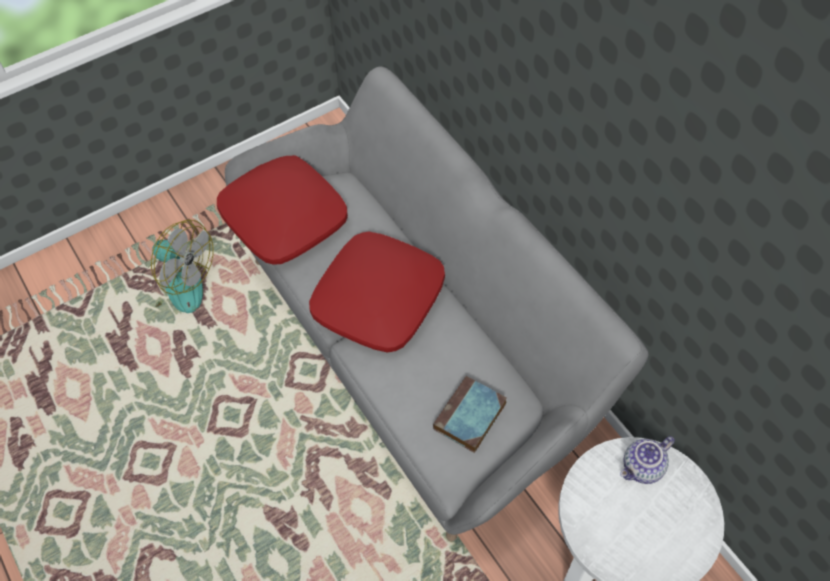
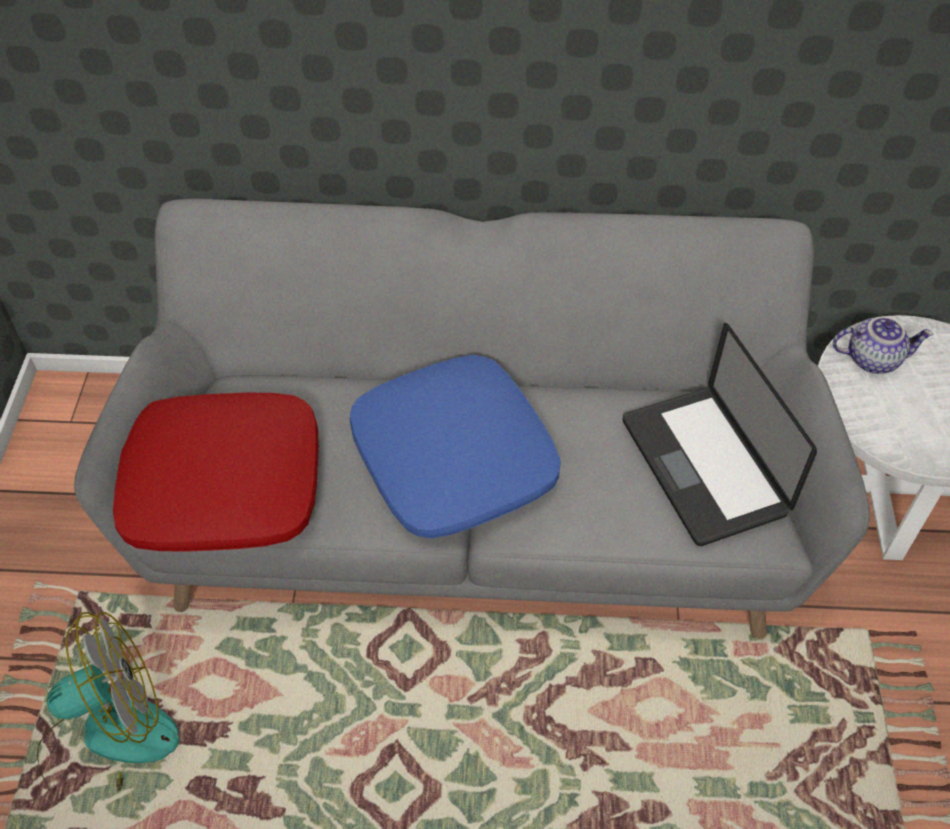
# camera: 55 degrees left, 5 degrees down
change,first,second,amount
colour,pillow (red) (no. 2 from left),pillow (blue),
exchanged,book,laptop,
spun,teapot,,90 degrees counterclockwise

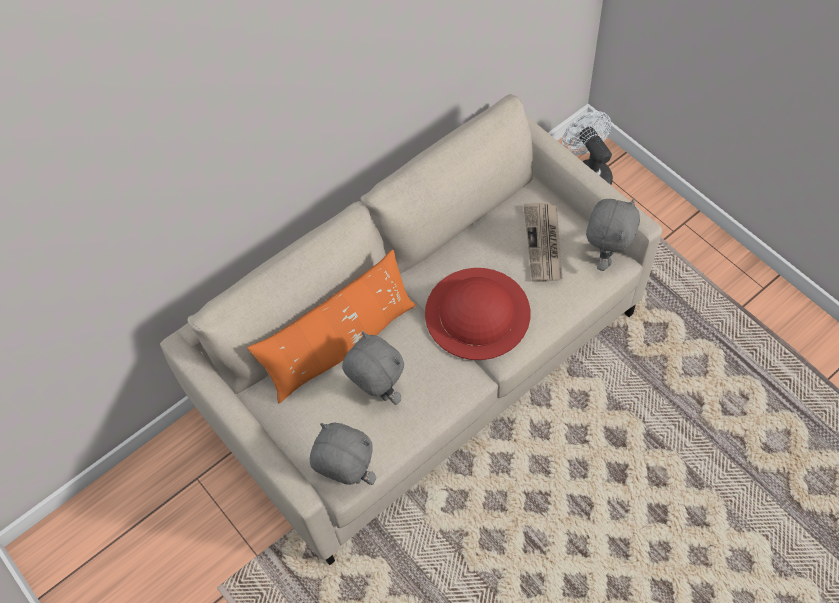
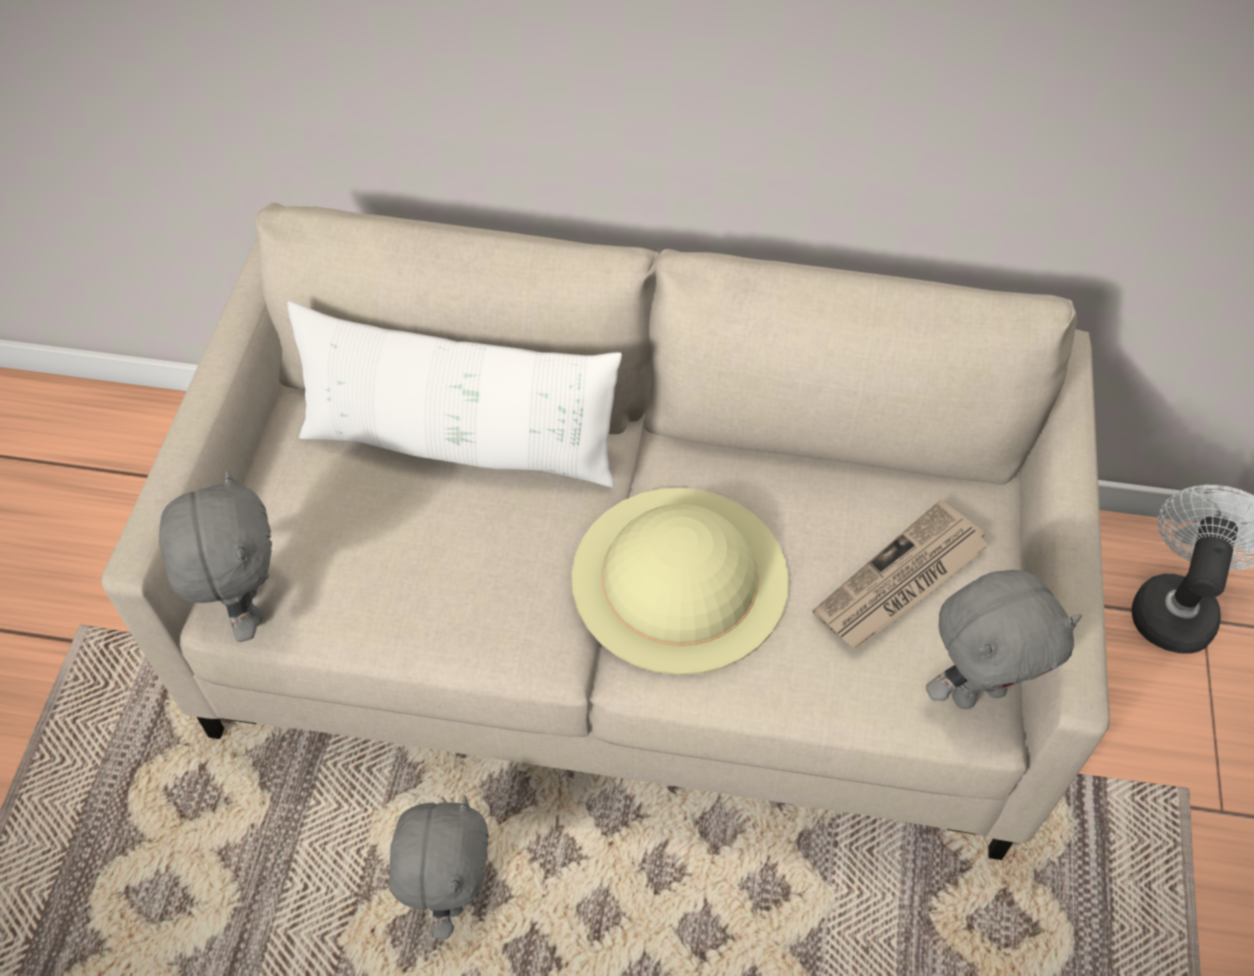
# camera: 45 degrees right, 5 degrees down
change,first,second,amount
colour,pillow (orange),pillow (white),
relocated,plush toy (grey) (no. 2 from left),,
colour,hat (red),hat (beige),

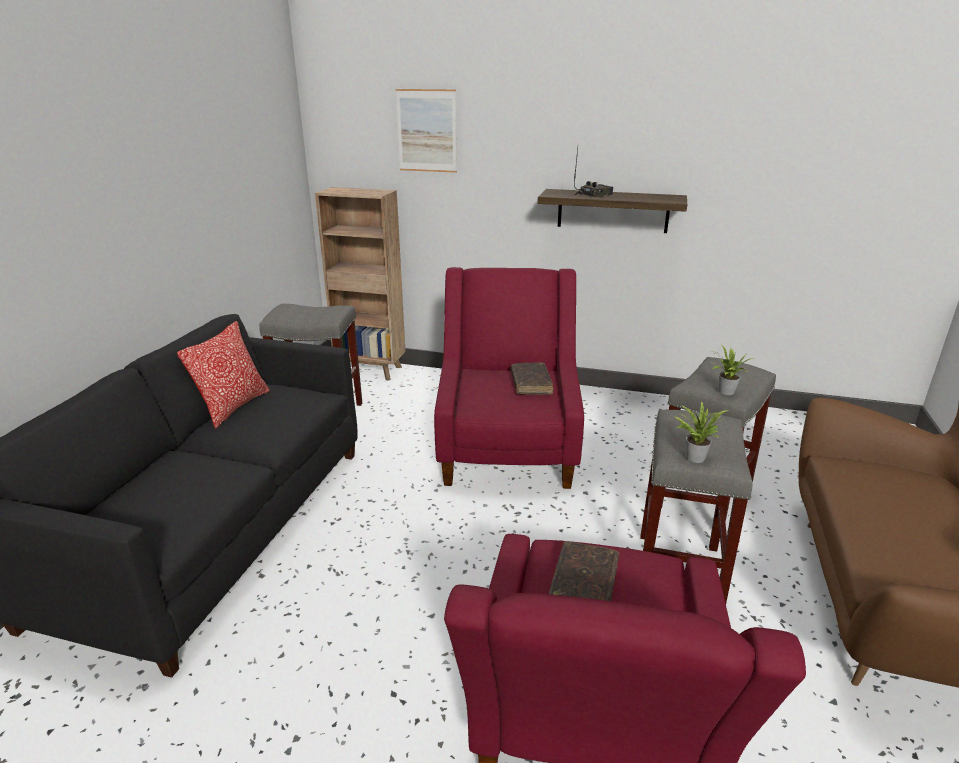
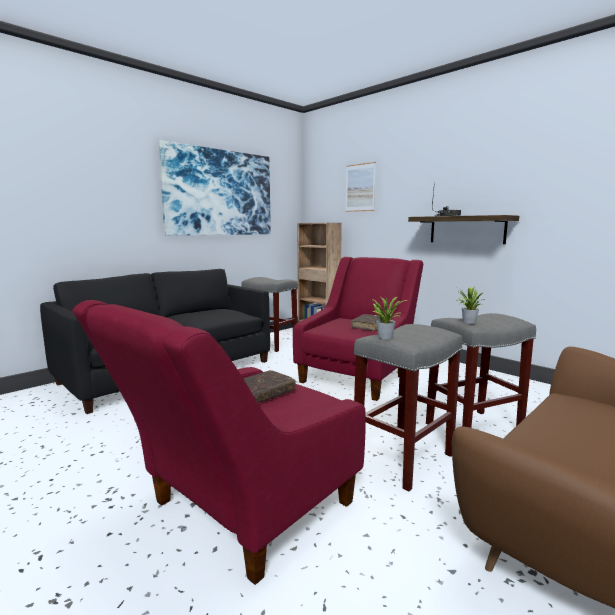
# camera: 30 degrees right, 15 degrees down
change,first,second,amount
appeared,,picture (no. 1 from left),
missing,pillow,,

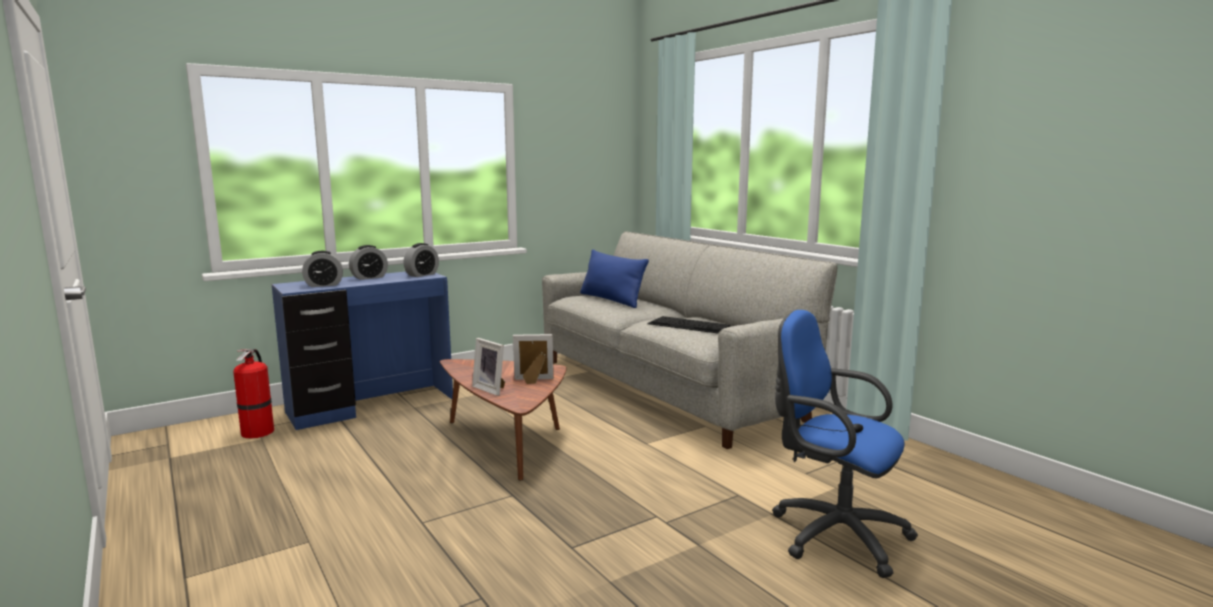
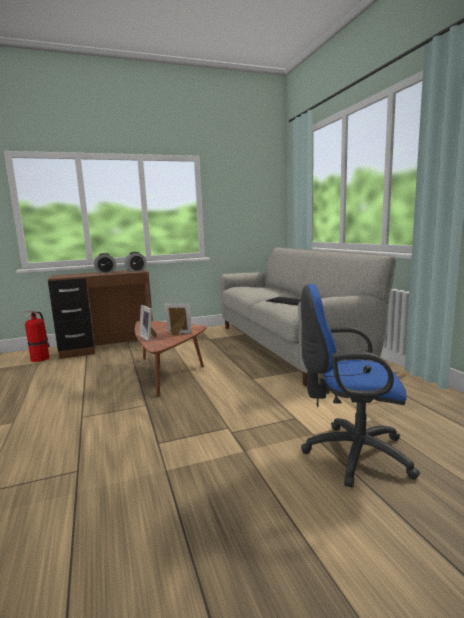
# camera: 15 degrees right, 0 degrees up
change,first,second,amount
colour,desk (blue),desk (brown),
spun,office chair (blue),,45 degrees counterclockwise
missing,alarm clock (no. 1 from left),,
missing,pillow (blue),,

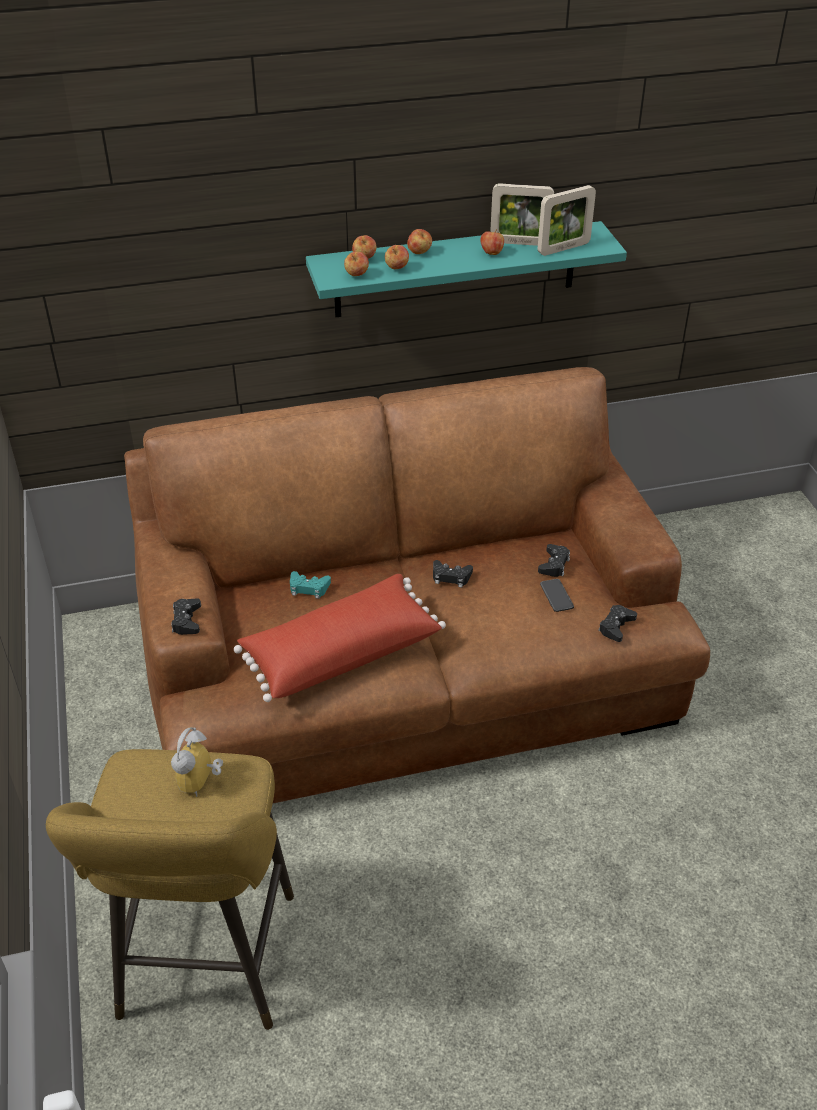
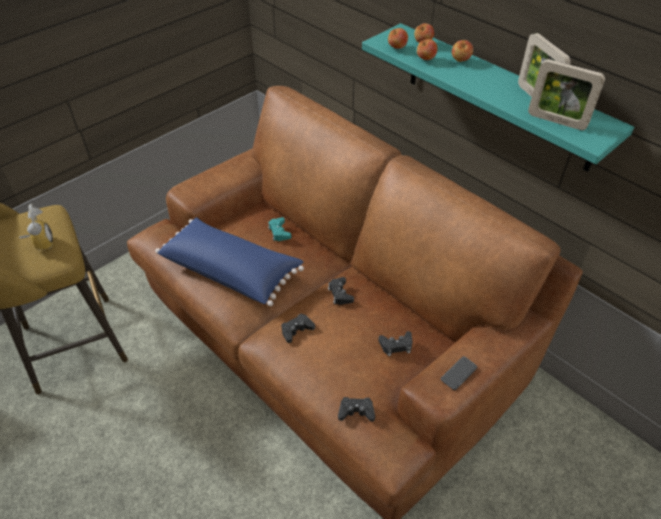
# camera: 60 degrees right, 5 degrees up
change,first,second,amount
spun,alarm clock,,90 degrees clockwise
colour,pillow (red),pillow (blue),
relocated,game controller (black) (no. 1 from left),,
relocated,phone,,
missing,apple (no. 5 from left),,

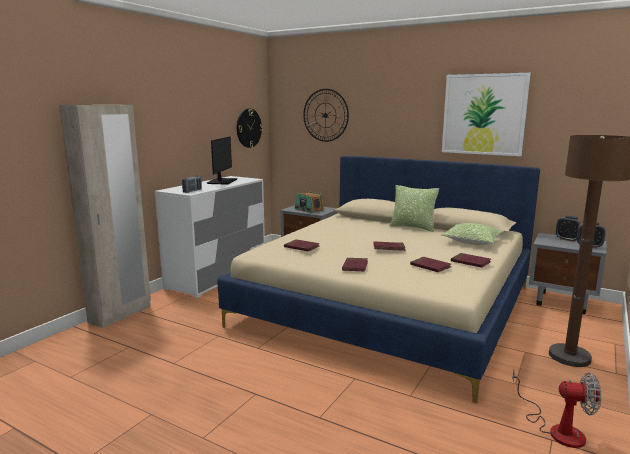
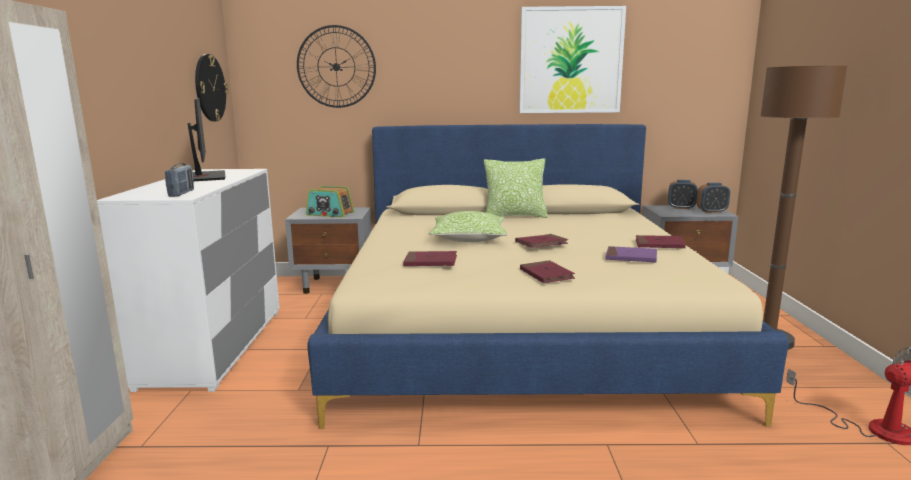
# camera: 30 degrees left, 0 degrees up
change,first,second,amount
relocated,pillow (no. 2 from left in the first image),pillow (no. 1 from left),
colour,book (red) (no. 4 from left),book (purple),

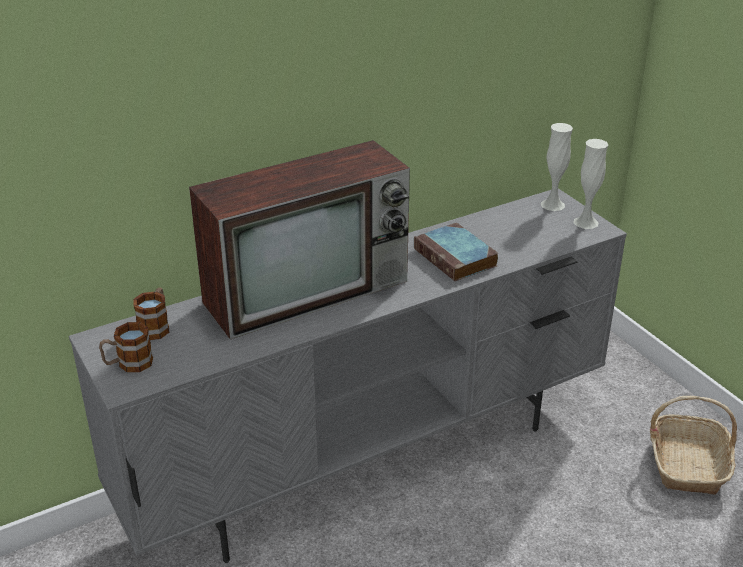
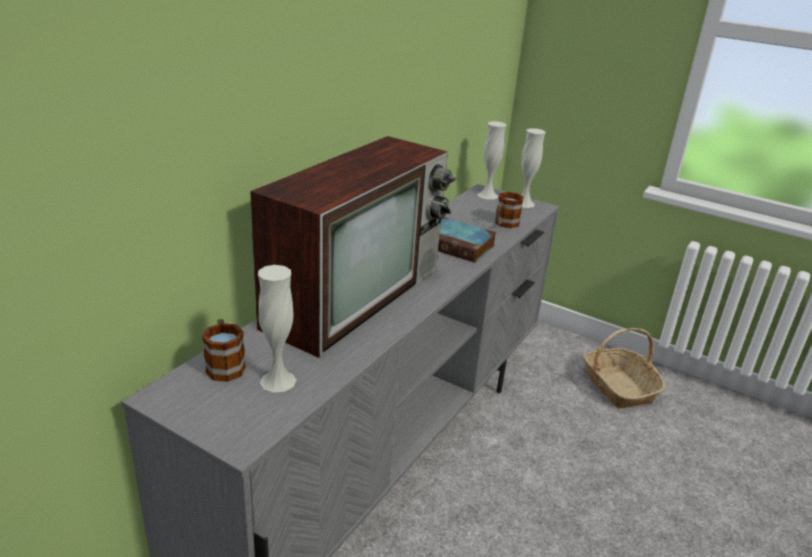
# camera: 30 degrees left, 5 degrees down
change,first,second,amount
appeared,,vase (white) (no. 1 from left),
relocated,mug (no. 1 from left in the first image),mug (no. 2 from left),

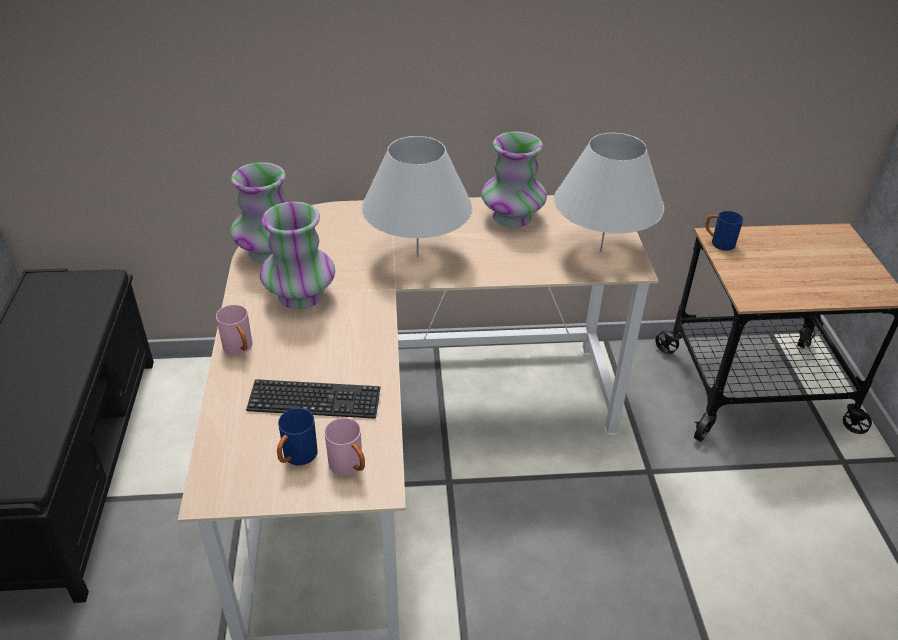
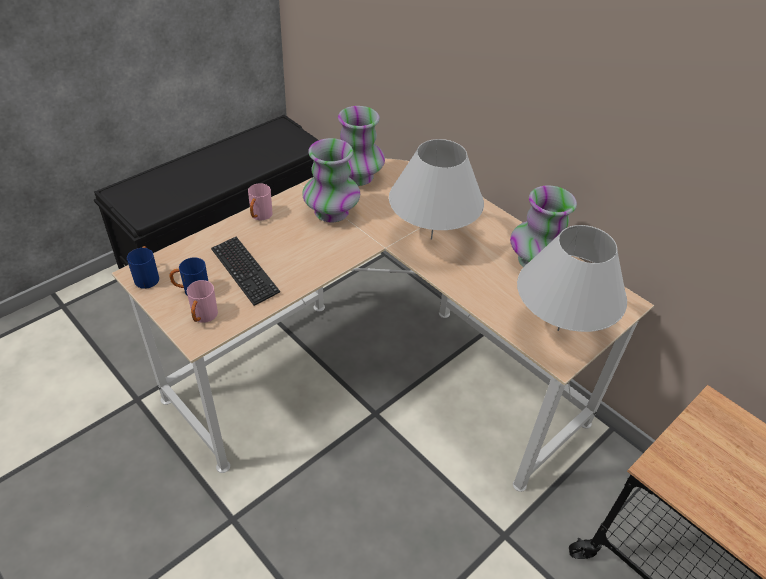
# camera: 50 degrees right, 5 degrees up
change,first,second,amount
relocated,mug (blue) (no. 2 from left in the first image),mug (blue) (no. 1 from left),

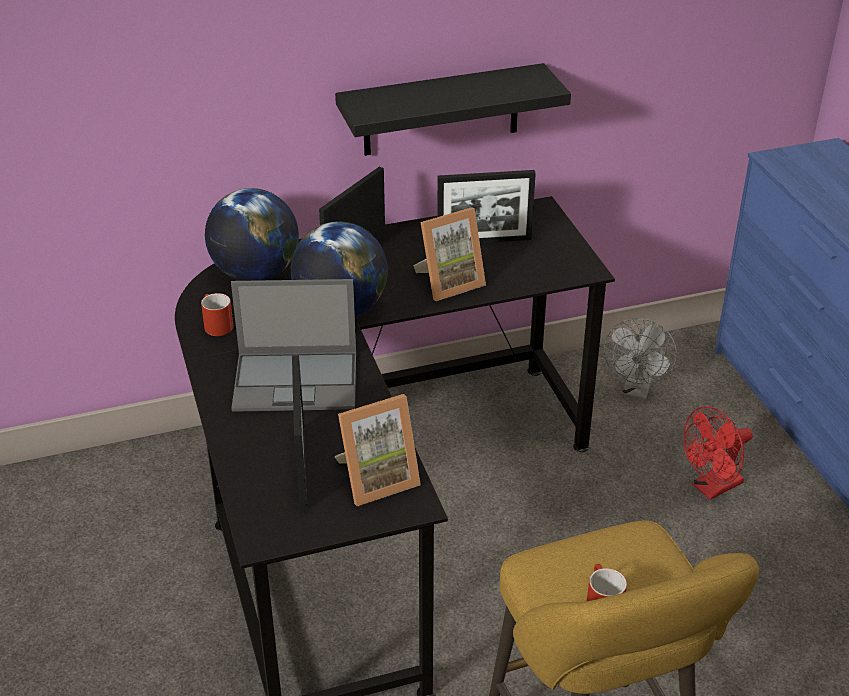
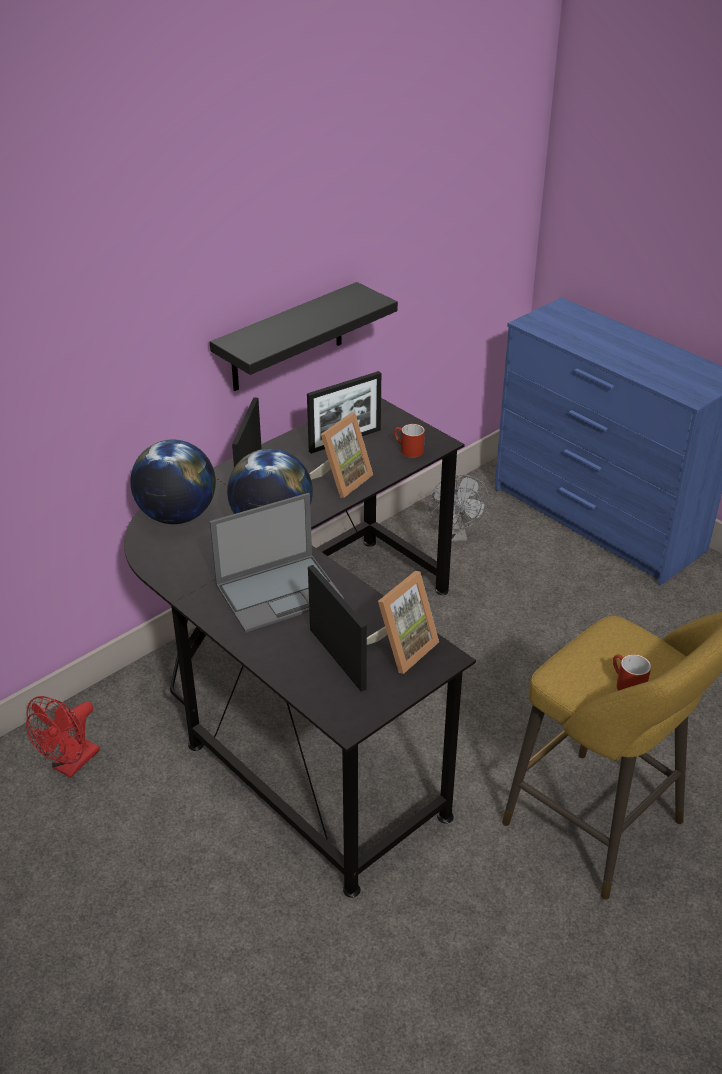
# camera: 25 degrees left, 0 degrees up
change,first,second,amount
relocated,fan (red),,
relocated,mug (red) (no. 1 from left),,

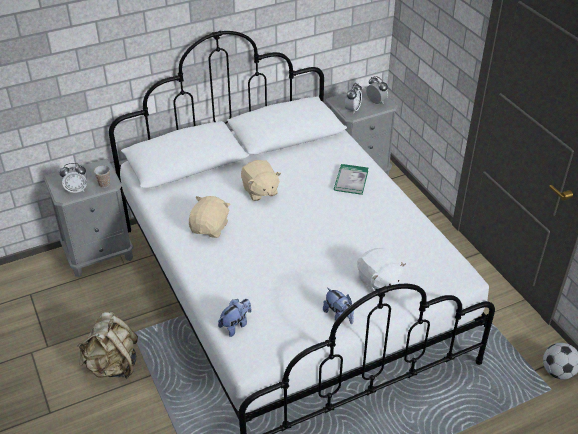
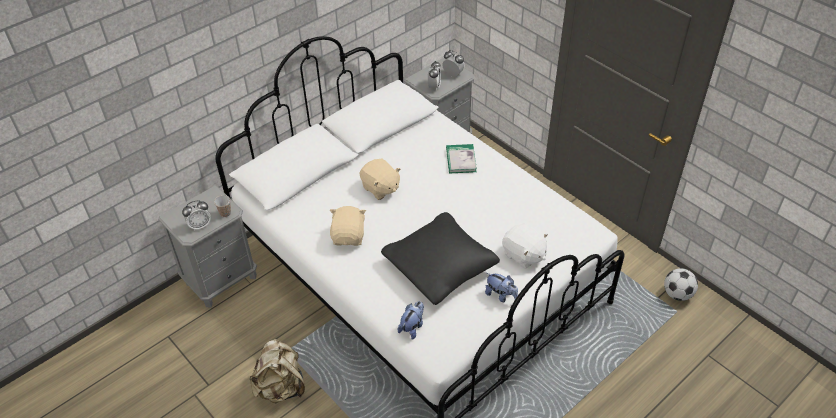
# camera: 15 degrees left, 5 degrees up
change,first,second,amount
appeared,,pillow (black),

